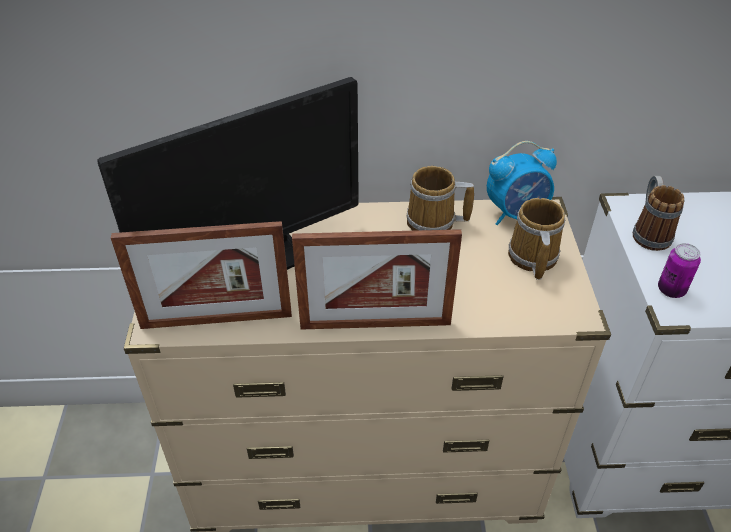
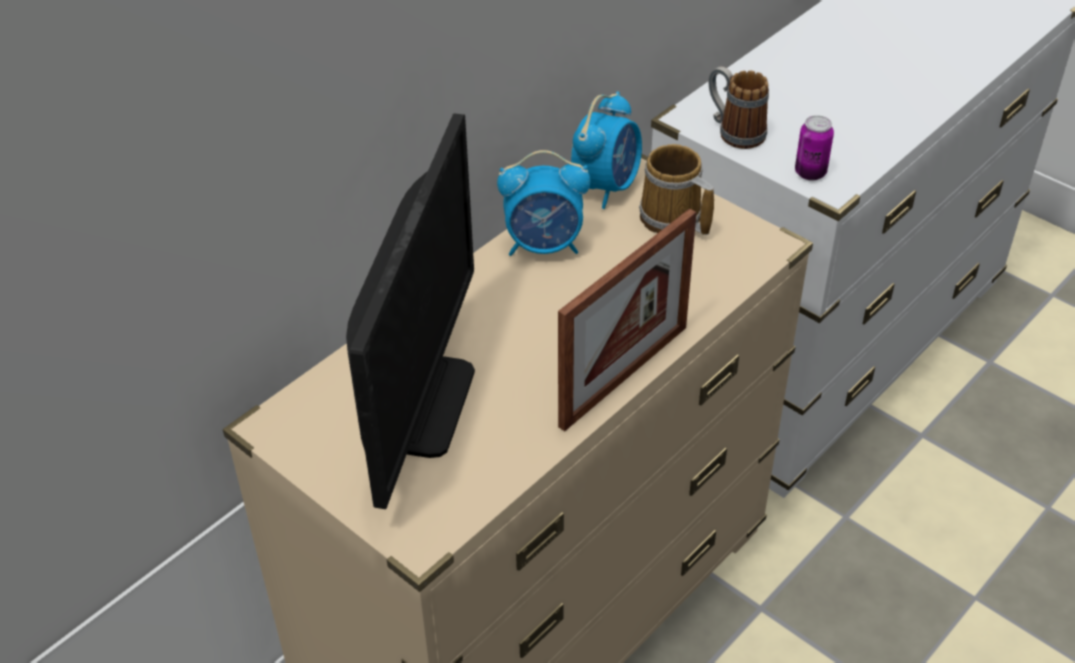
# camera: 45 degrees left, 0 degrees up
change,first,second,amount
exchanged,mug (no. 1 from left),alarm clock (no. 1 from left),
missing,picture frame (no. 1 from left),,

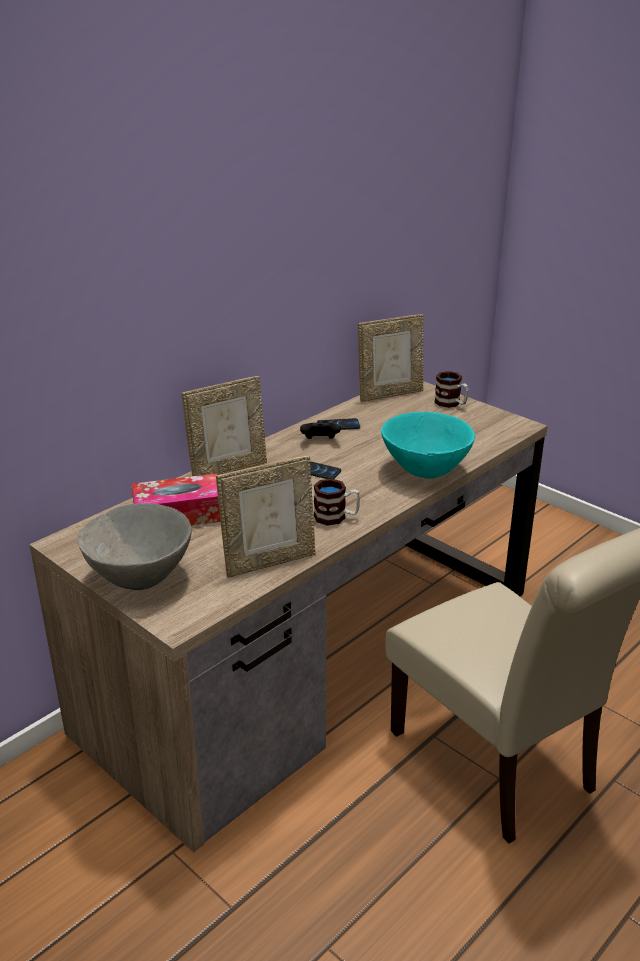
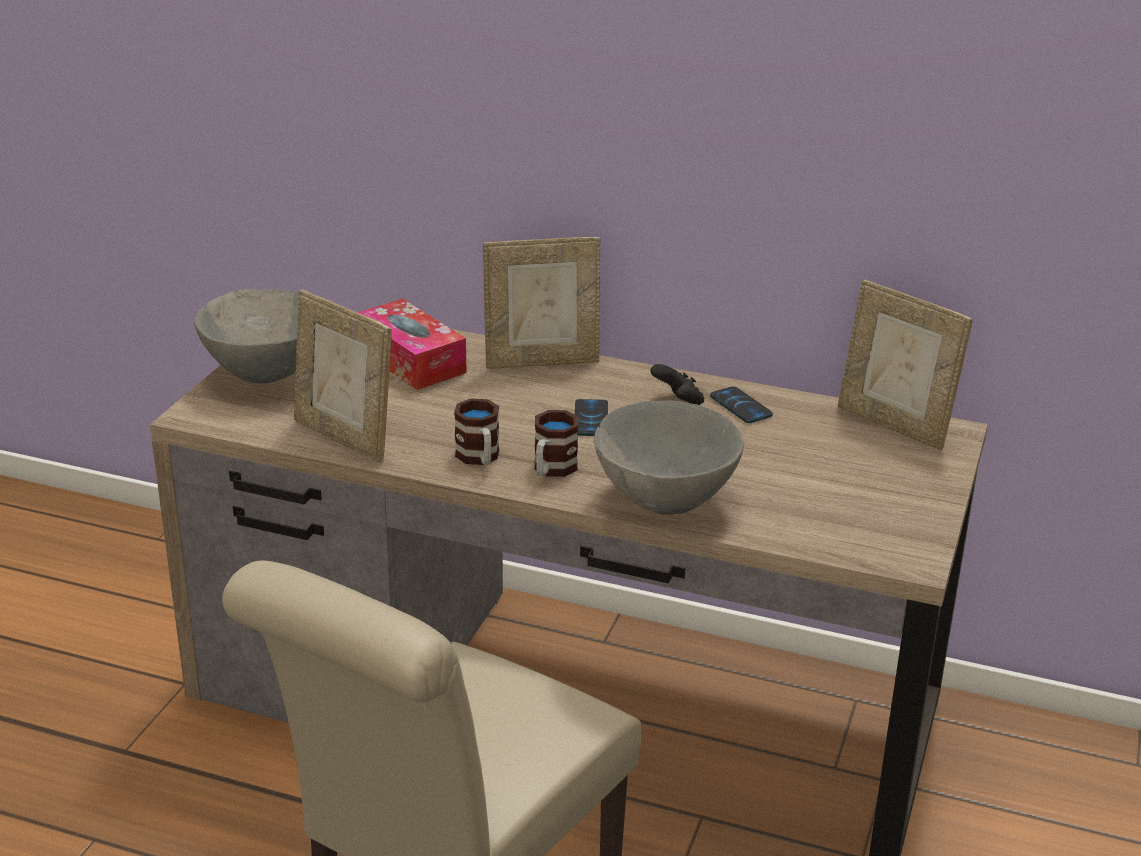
# camera: 65 degrees right, 0 degrees up
change,first,second,amount
spun,picture frame (no. 1 from left in the first image),picture frame (no. 2 from left),45 degrees counterclockwise
relocated,mug (no. 2 from left),,
colour,bowl (turquoise),bowl (grey) (no. 2 from left),

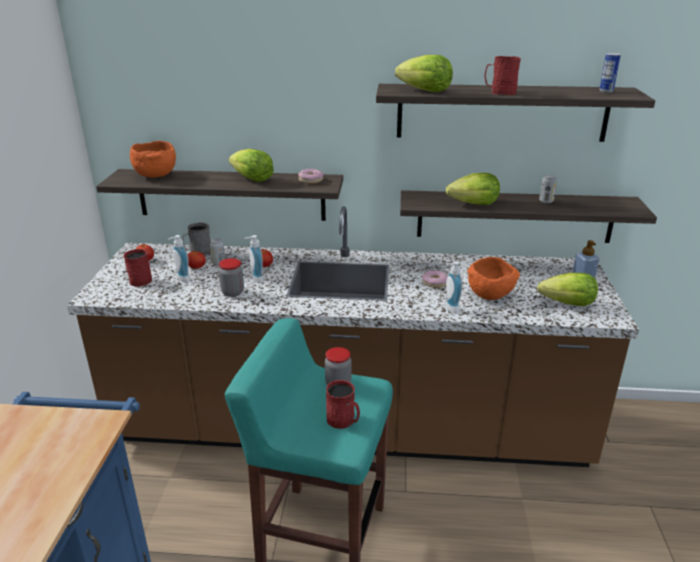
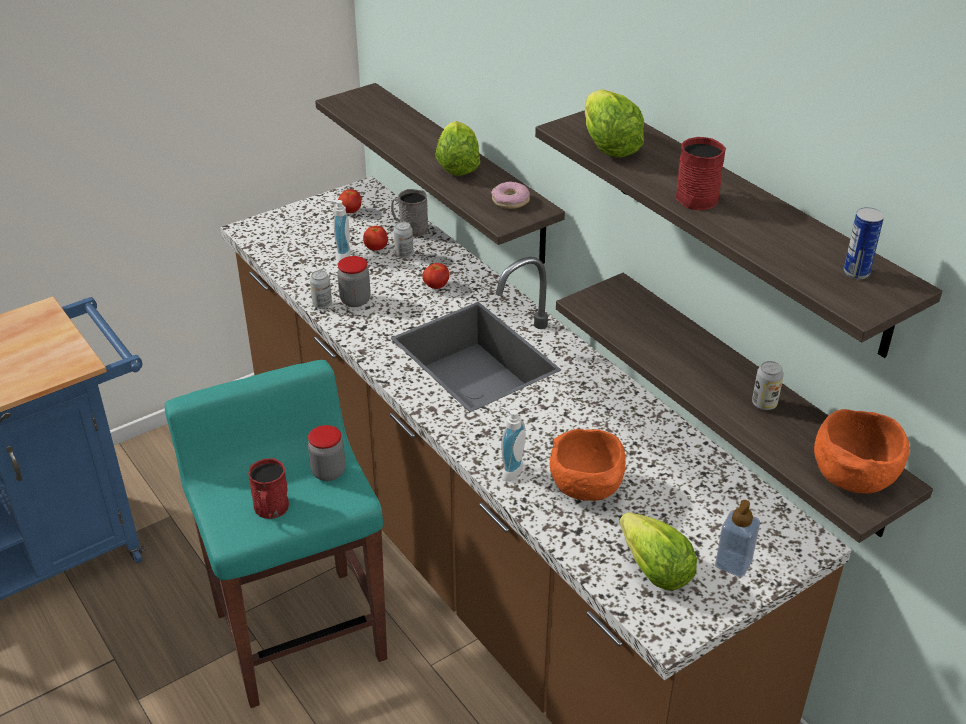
# camera: 50 degrees right, 10 degrees up
change,first,second,amount
appeared,,can (no. 1 from left),
relocated,bowl (orange) (no. 1 from left in the first image),bowl (orange) (no. 2 from left),
missing,mug (red) (no. 1 from left),,
missing,soap dispenser (no. 2 from left),,
missing,donut (no. 2 from left),,
missing,lettuce (no. 3 from left),,

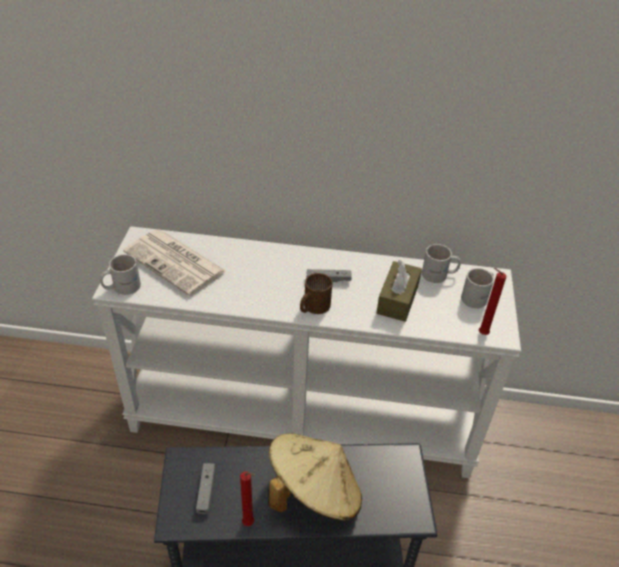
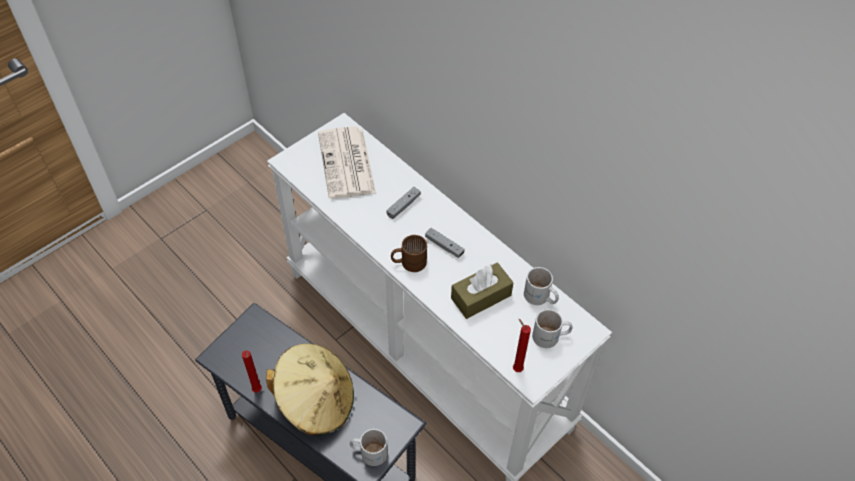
# camera: 40 degrees right, 10 degrees up
change,first,second,amount
relocated,mug (white) (no. 1 from left),,
relocated,game controller (grey) (no. 1 from left),,

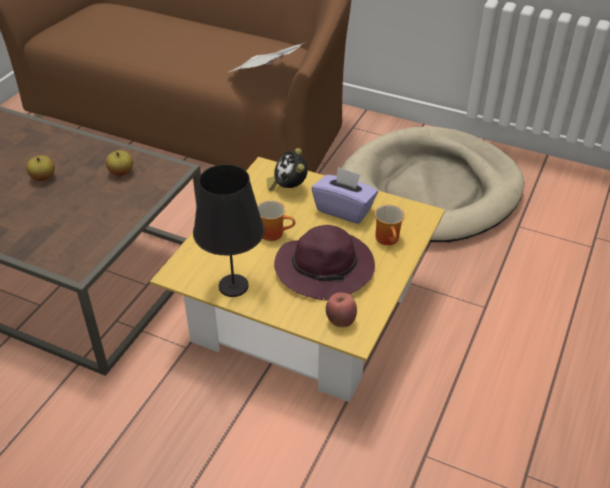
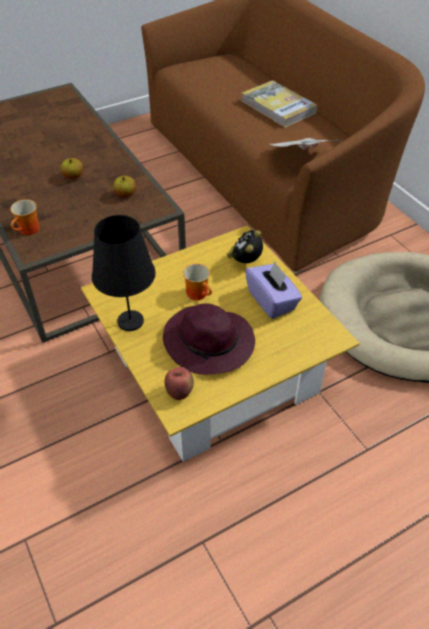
# camera: 35 degrees right, 5 degrees up
change,first,second,amount
relocated,mug (no. 2 from left in the first image),mug (no. 1 from left),
appeared,,book,

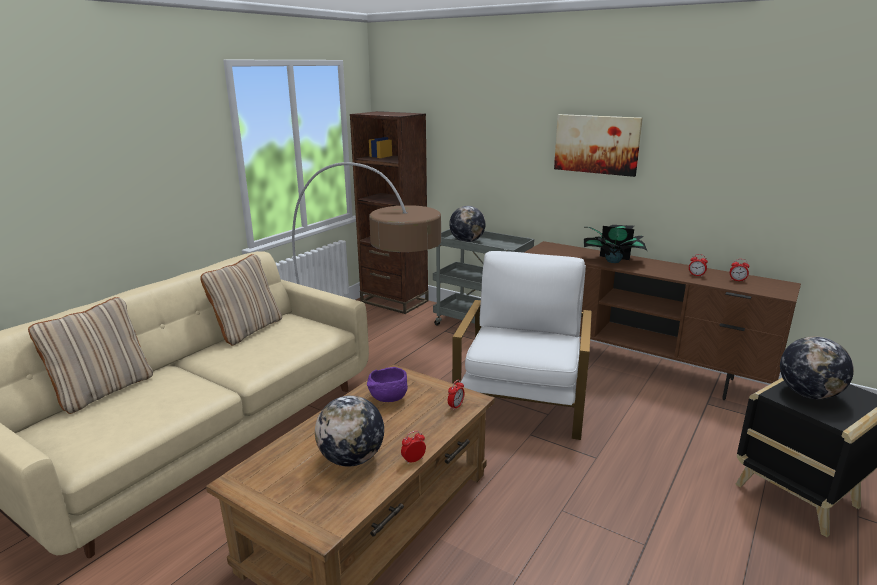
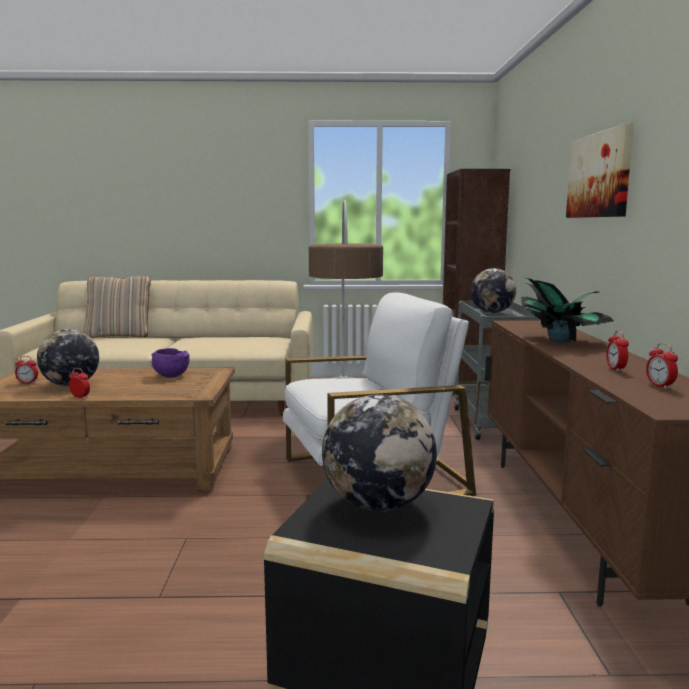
# camera: 55 degrees right, 10 degrees down
change,first,second,amount
relocated,alarm clock (no. 2 from left in the first image),alarm clock (no. 1 from left),
missing,pillow (beige) (no. 2 from left),,

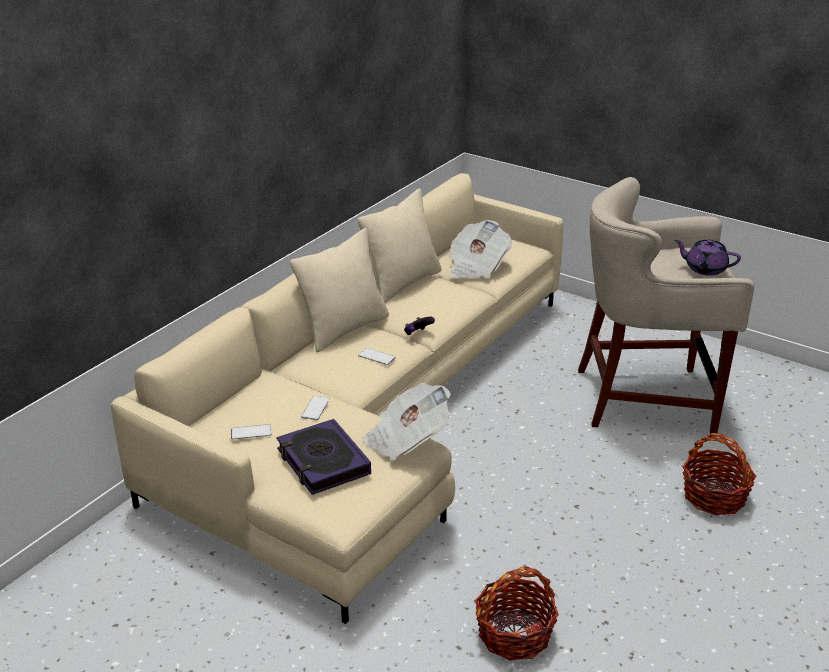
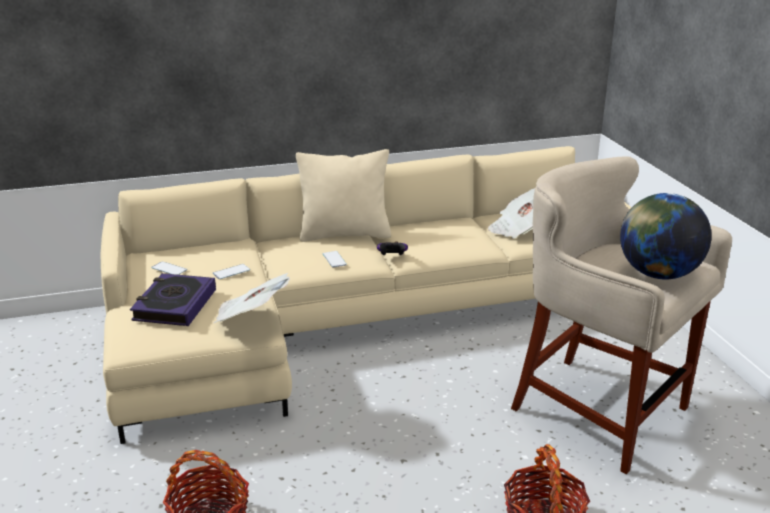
# camera: 40 degrees right, 5 degrees down
change,first,second,amount
exchanged,teapot (purple),globe,
missing,pillow (beige) (no. 2 from left),,

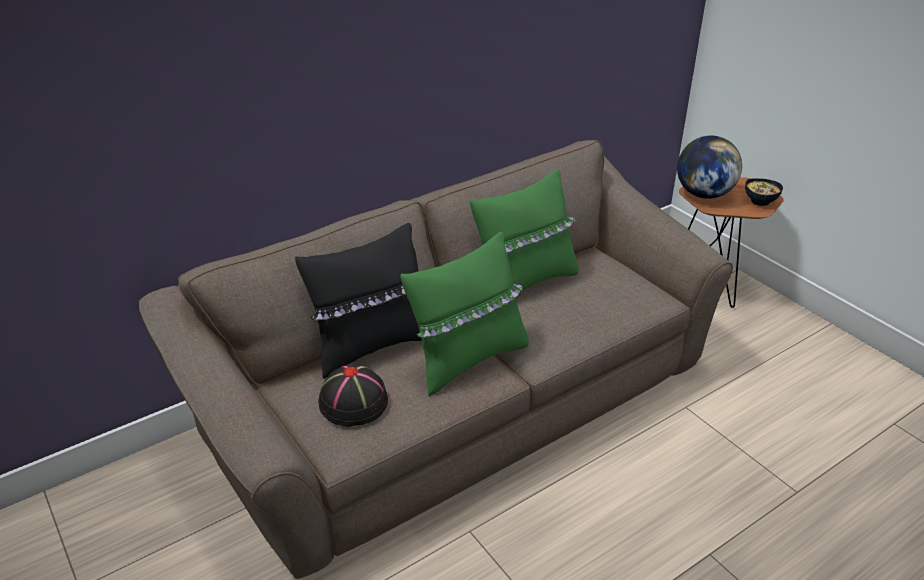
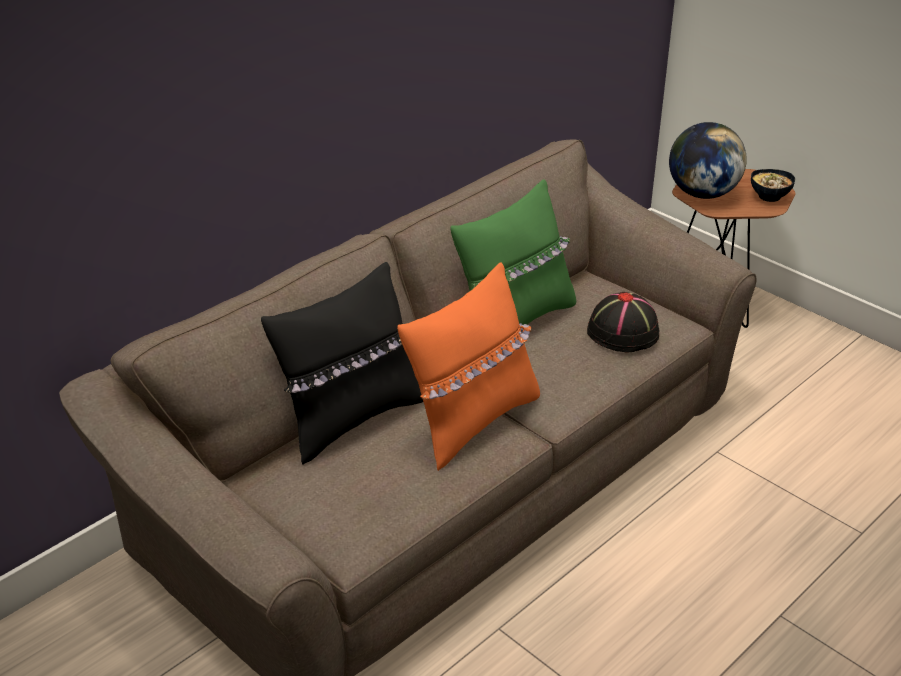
# camera: 10 degrees left, 0 degrees up
change,first,second,amount
colour,pillow (green) (no. 1 from left),pillow (orange),
relocated,hat (black),,

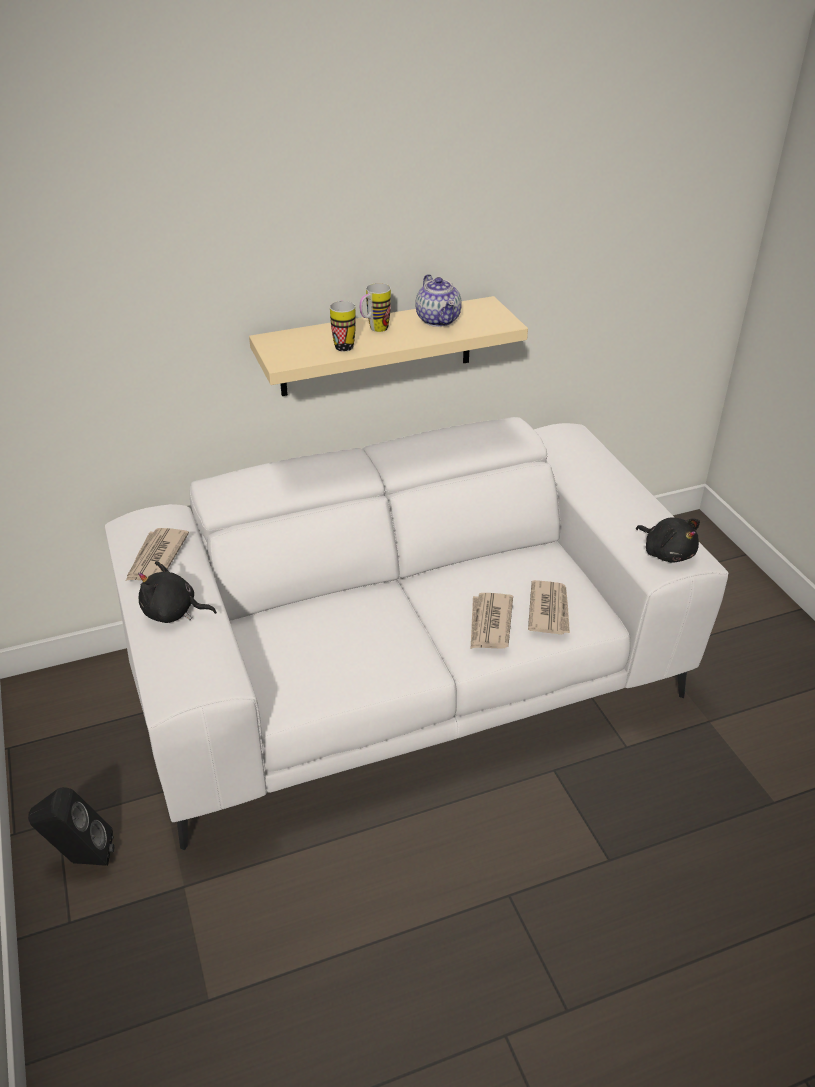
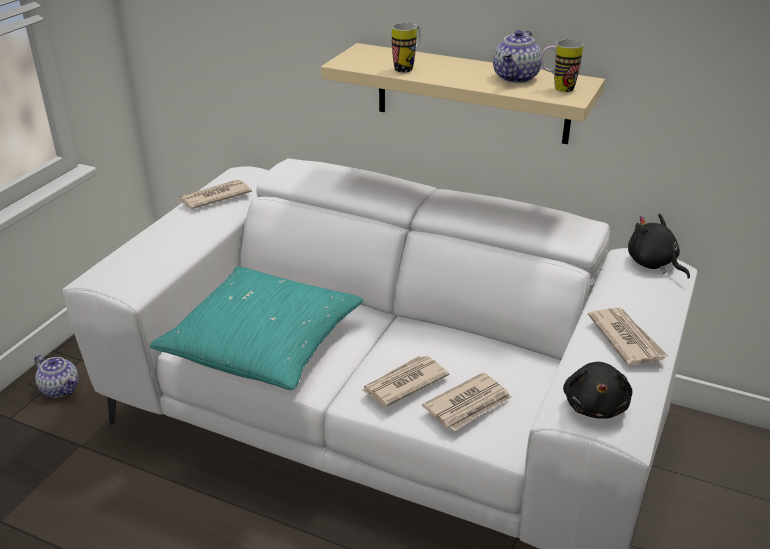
# camera: 45 degrees right, 5 degrees down
change,first,second,amount
exchanged,speaker (black),teapot (no. 1 from left),
appeared,,pillow (turquoise),
relocated,mug (no. 2 from left),,
appeared,,newspaper (no. 4 from left),
relocated,plush toy (black) (no. 1 from left in the first image),plush toy (black) (no. 2 from left),

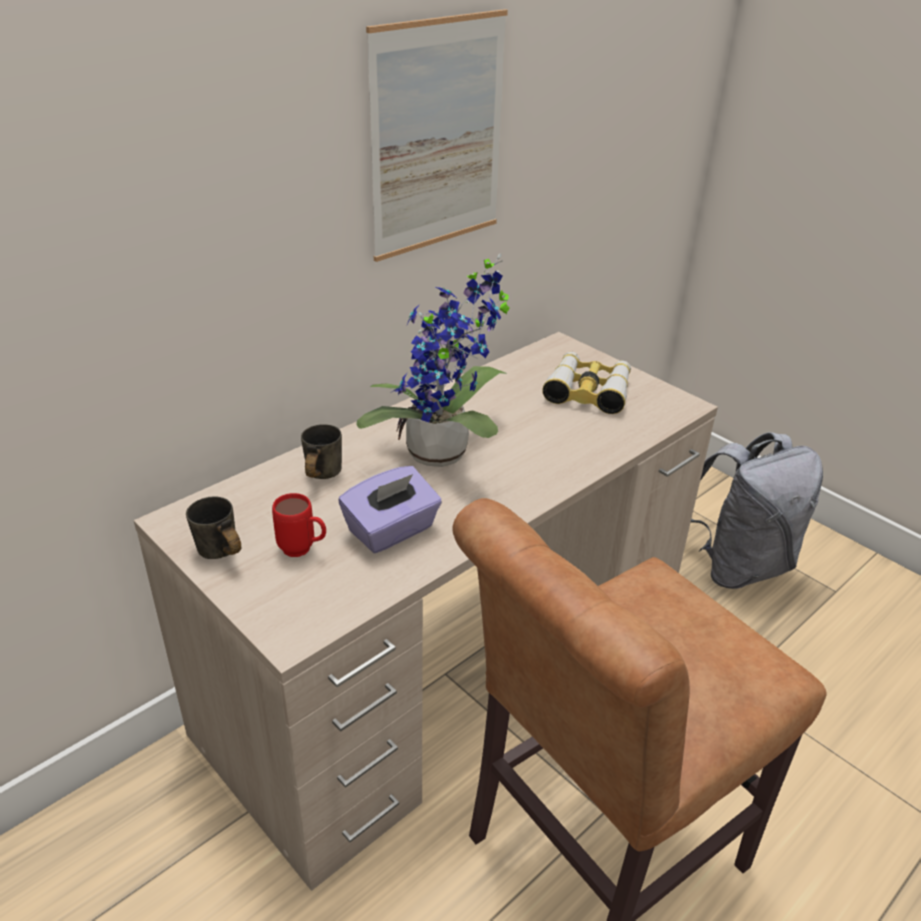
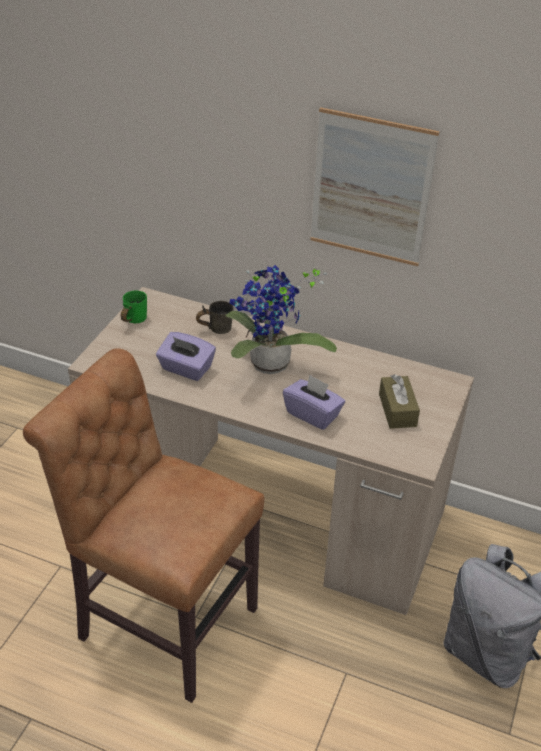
# camera: 65 degrees right, 5 degrees up
change,first,second,amount
colour,mug (grey) (no. 1 from left),mug (green),
appeared,,tissue box (purple) (no. 2 from left),
exchanged,binoculars,tissue box (brown),
missing,mug (red),,

